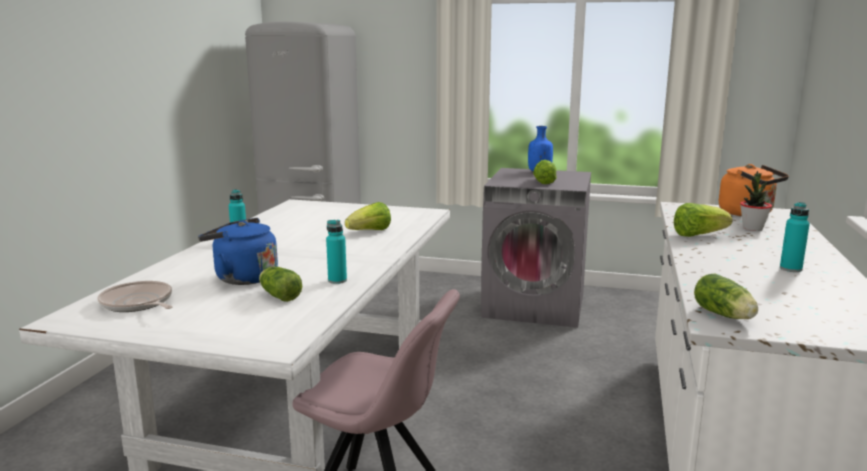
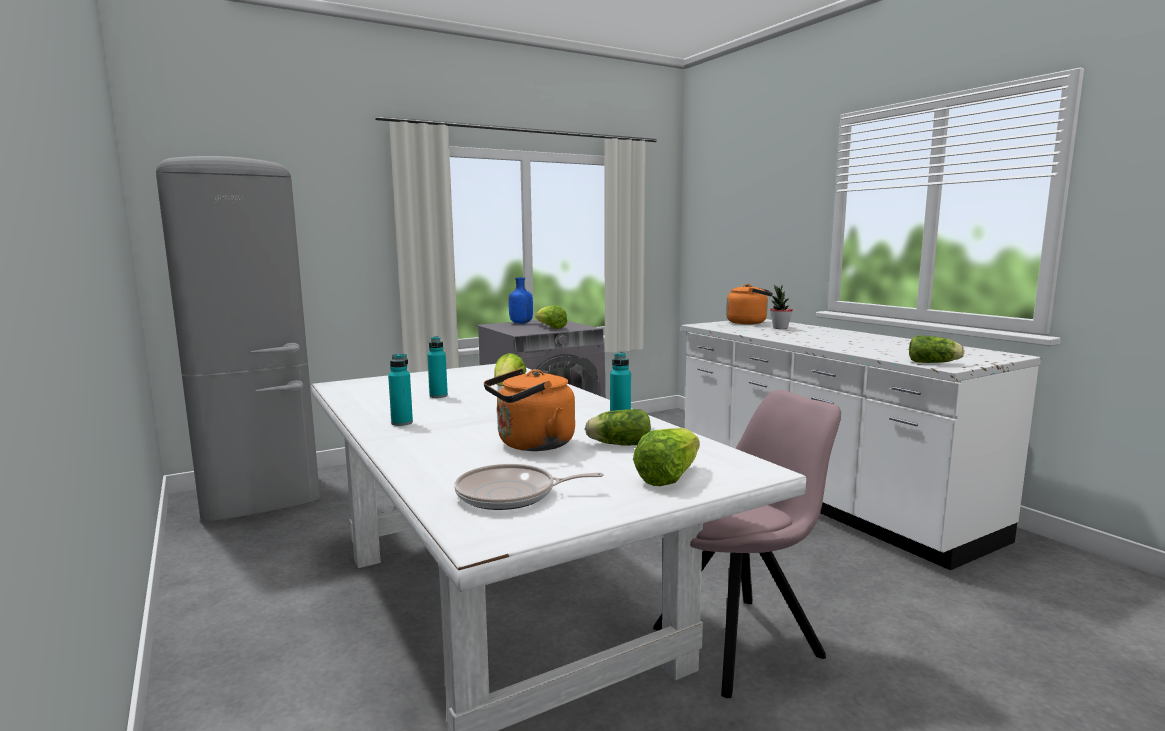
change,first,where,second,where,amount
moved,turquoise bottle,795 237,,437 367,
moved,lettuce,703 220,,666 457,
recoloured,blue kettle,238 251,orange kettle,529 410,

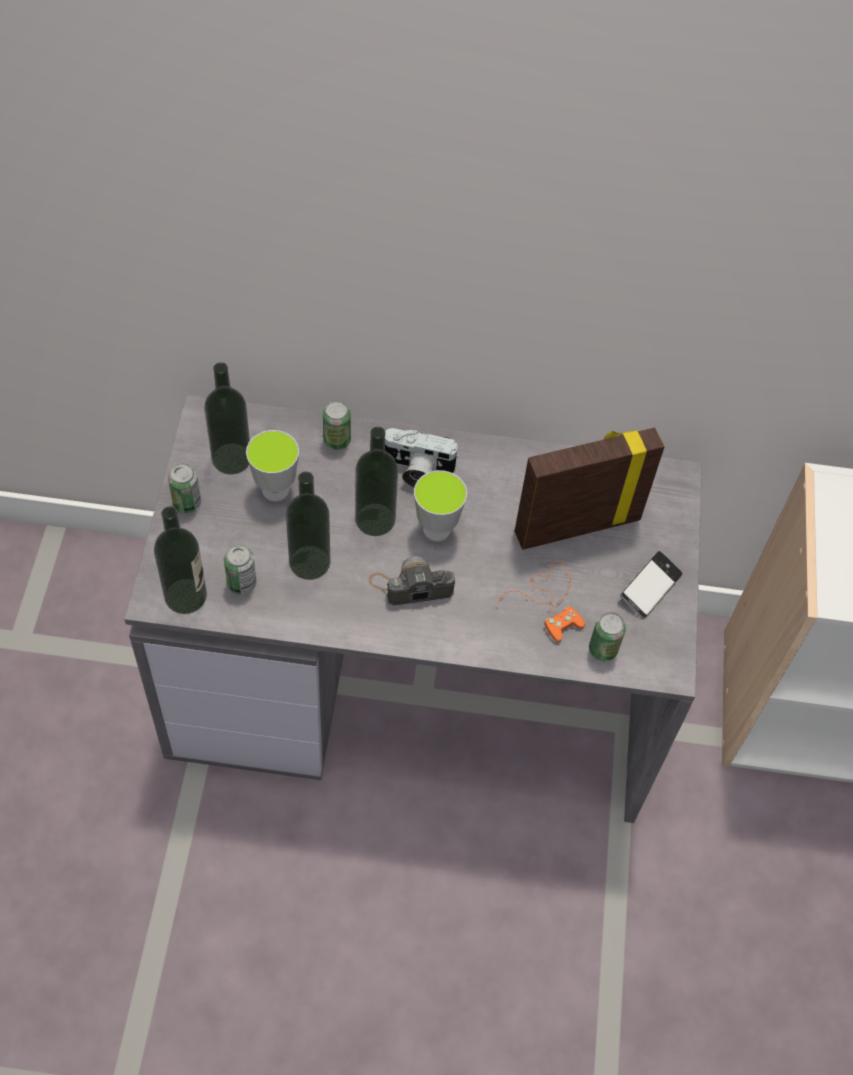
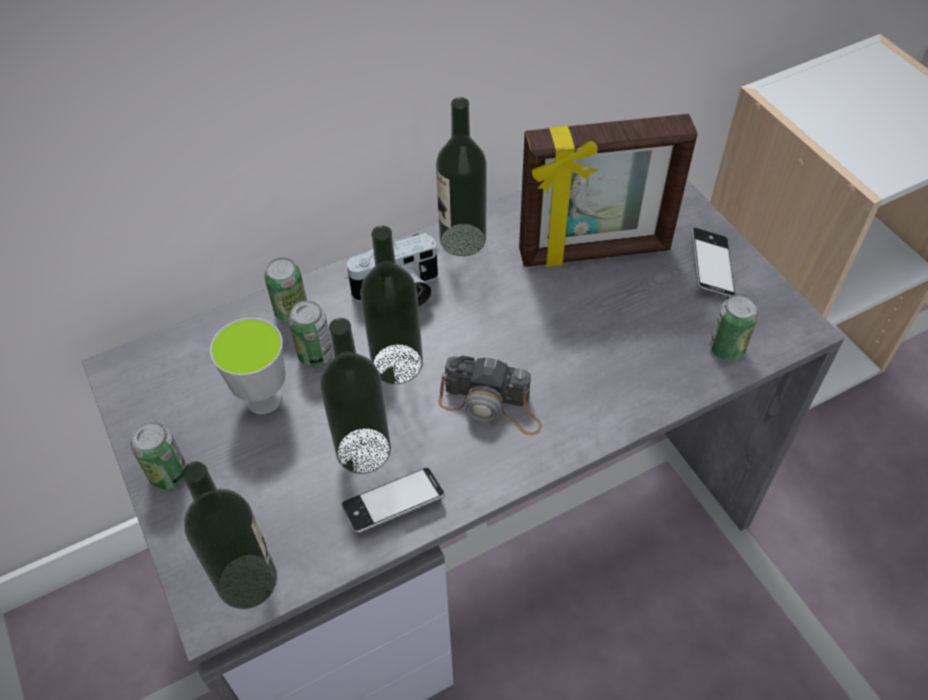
change,first,where,second,where,amount
moved,bottle,227 418,,461 176,
turned,picture frame,590 489,,608 190,135 degrees counterclockwise
removed,cup,440 506,,,
moved,can,240 569,,311 334,
turned,photo camera,412 581,,490 395,120 degrees counterclockwise
removed,orange game controller,541 601,,,
added,,,phone,393 501,

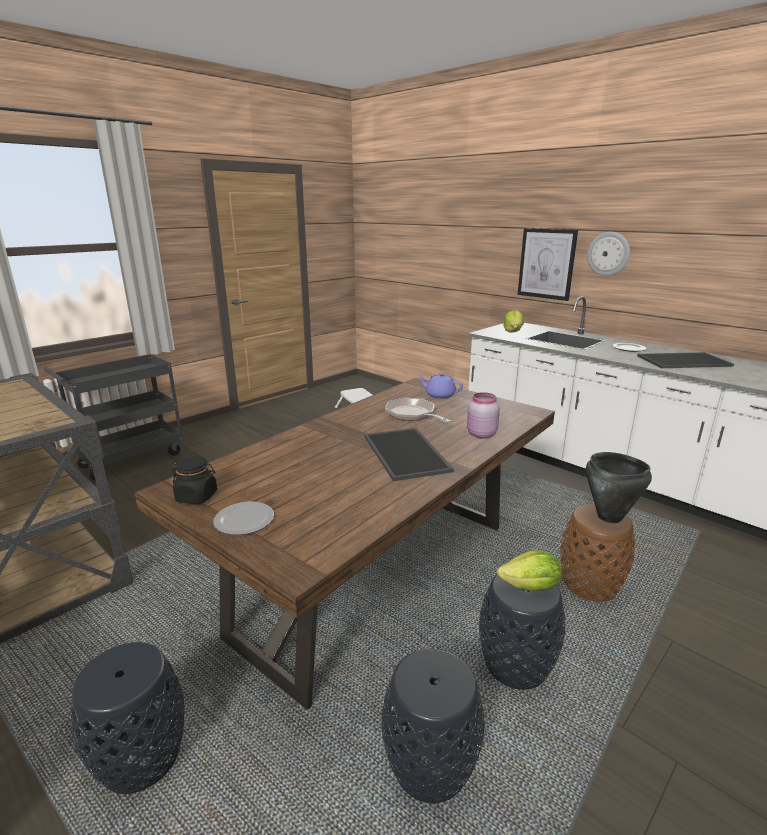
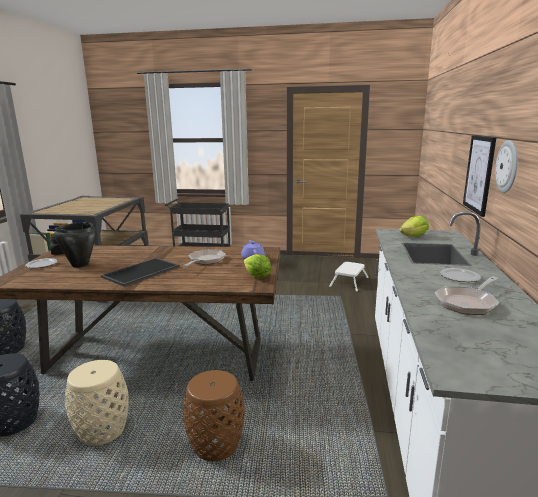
change,first,where,second,where,amount
replaced,tray,685 360,frying pan,467 295,
removed,pink jar,483 415,,,
moved,black cooking pot,619 487,,75 245,
moved,lettuce,529 570,,257 266,
recoloured,black stool,522 632,beige stool,97 403,

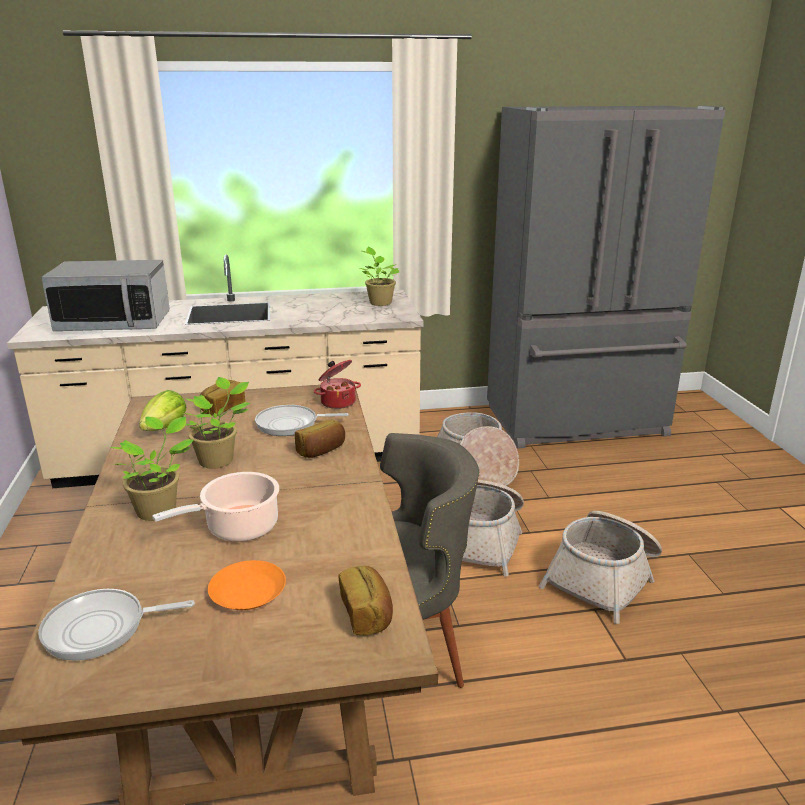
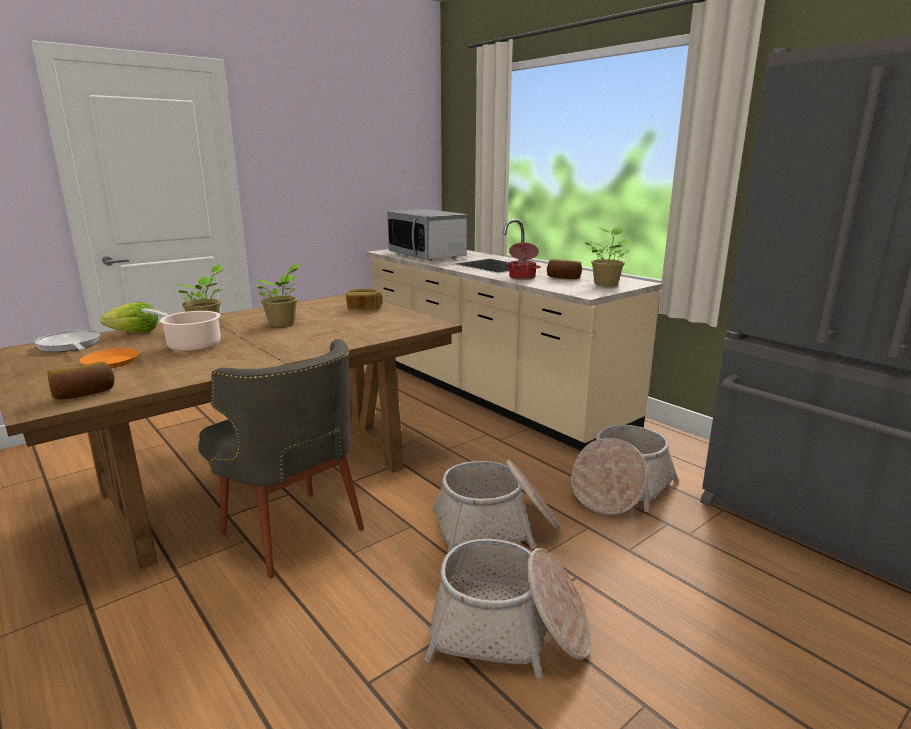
change,first,where,second,where,amount
moved,cooking pot,337 384,,523 261,
moved,lettuce,162 410,,129 317,
removed,frying pan,302 420,,,
moved,bread,320 439,,564 269,

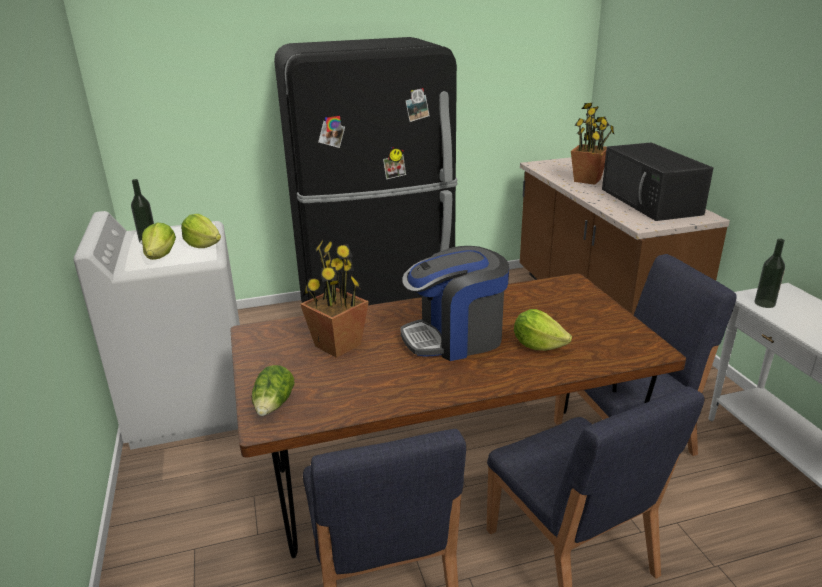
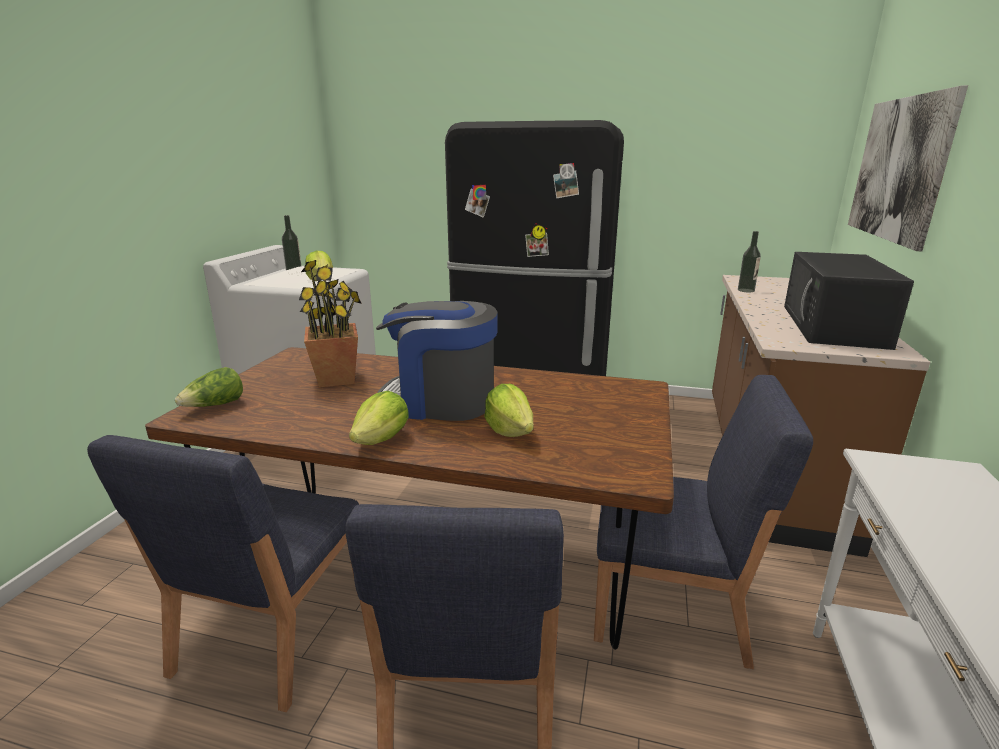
change,first,where,second,where,amount
removed,potted plant,593 144,,,
moved,lettuce,159 241,,379 418,
moved,bottle,770 273,,749 261,
added,,,picture,908 168,

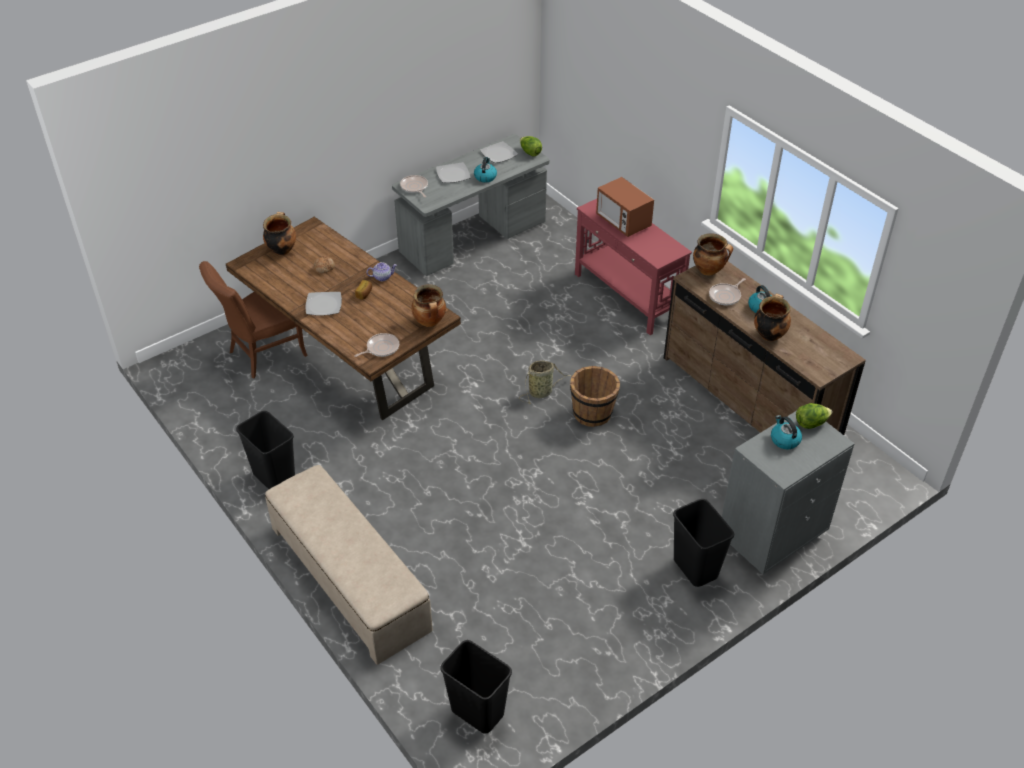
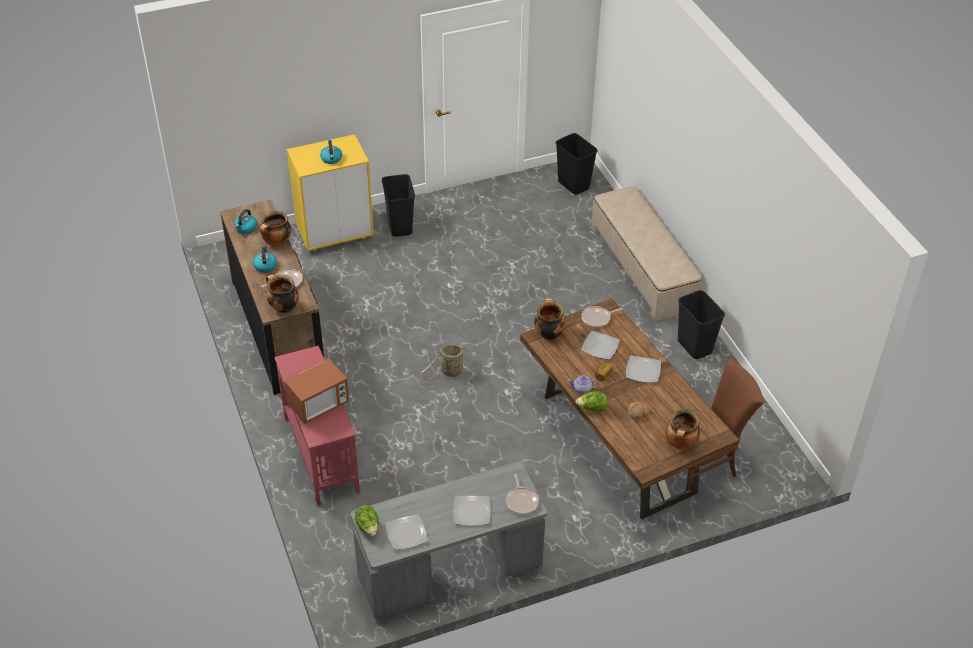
change,first,where,second,where,amount
moved,kettle,485 170,,245 221,
turned,microwave,625 207,,316 391,75 degrees clockwise
removed,brown bucket,595 396,,,
moved,lettuce,814 416,,591 401,
recoloured,grey cabinet,788 492,yellow cabinet,330 192,
added,,,plate,600 345,

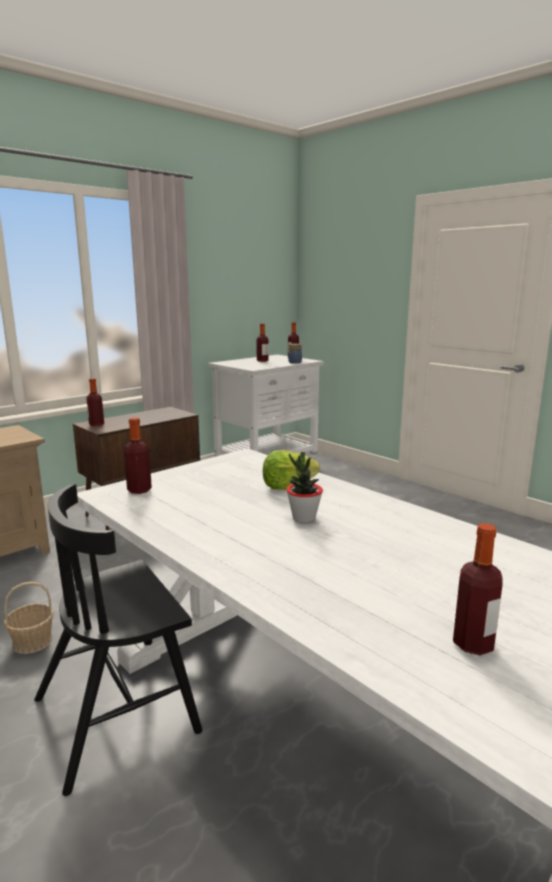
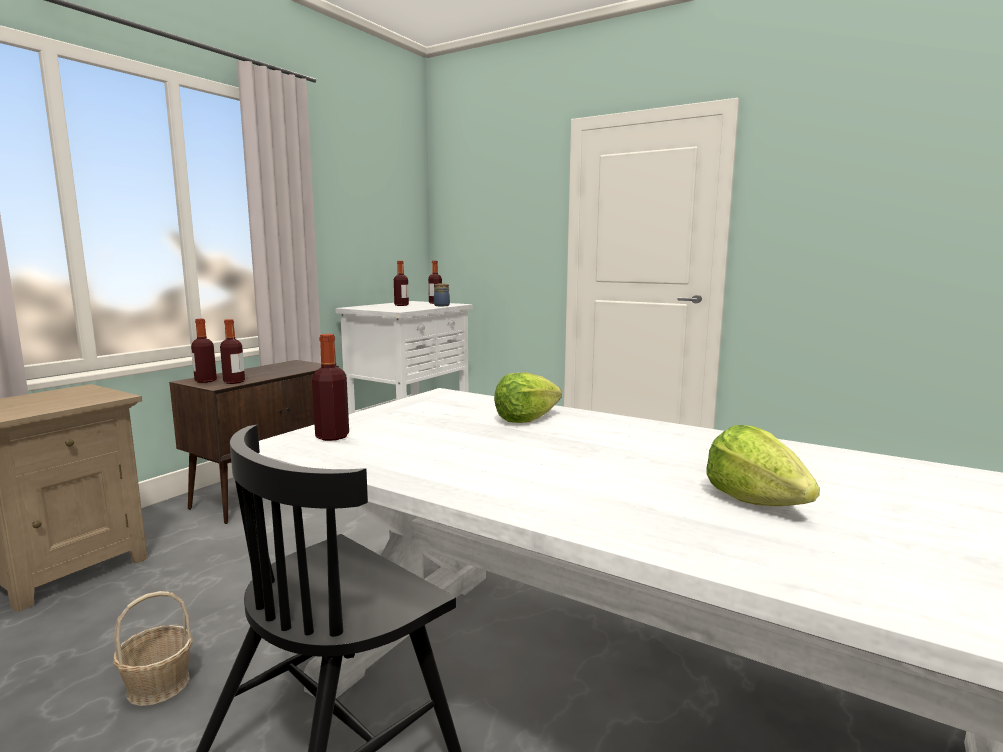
change,first,where,second,where,amount
removed,potted plant,304 487,,,
moved,bottle,477 589,,232 351,
added,,,lettuce,763 465,

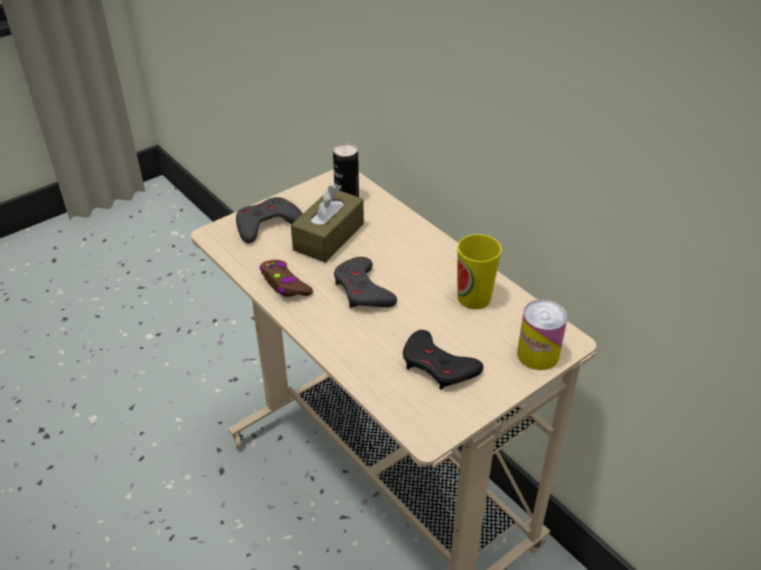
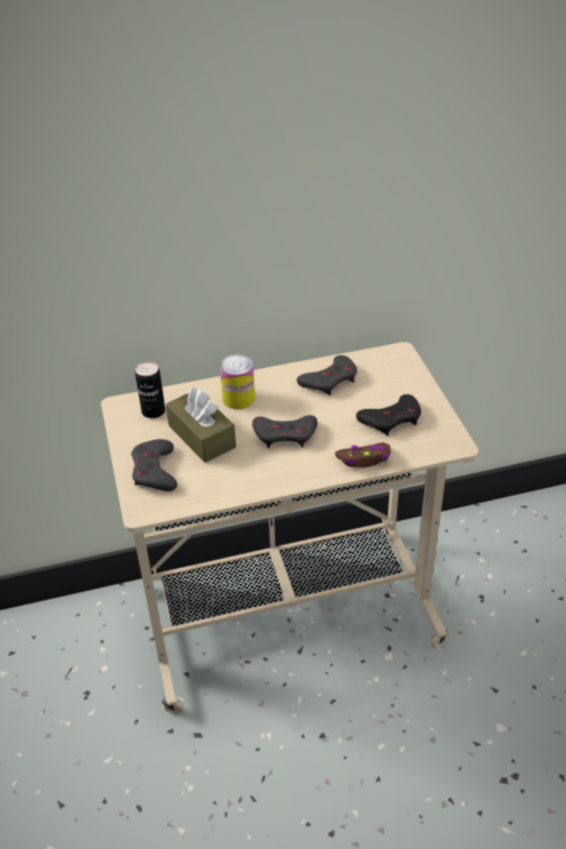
change,first,where,second,where,amount
replaced,cup,479 271,grey game controller,327 375,
moved,brown game controller,286 278,,363 455,
moved,can,542 335,,237 381,

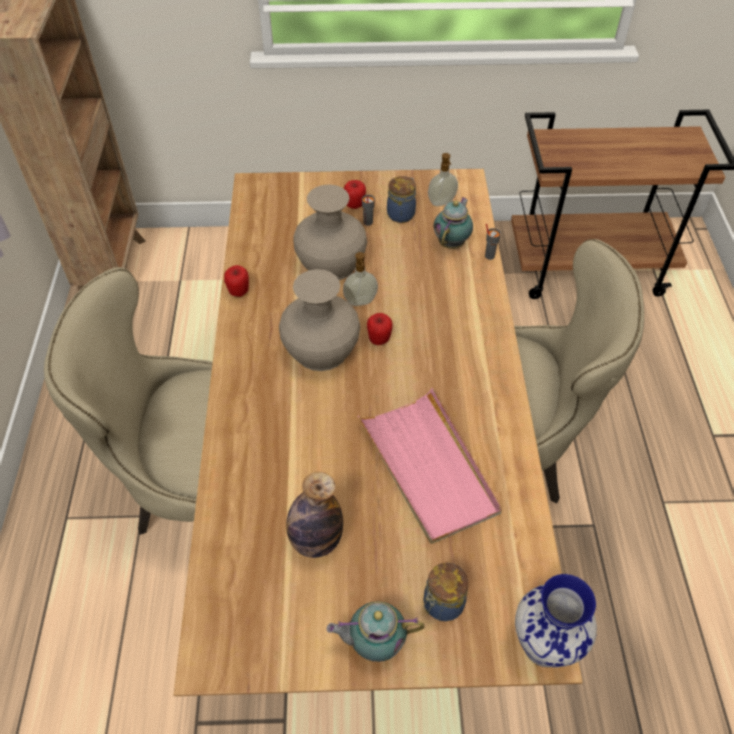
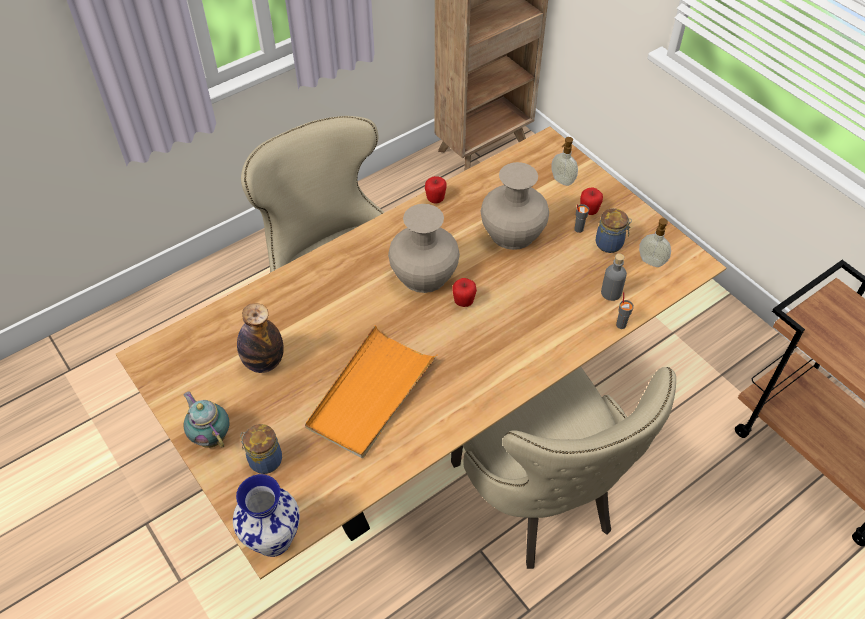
change,first,where,second,where,amount
replaced,teapot,453 223,grey bottle,614 277,
moved,soap dispenser,360 279,,564 161,
recoloured,pink tray,430 466,orange tray,371 391,

